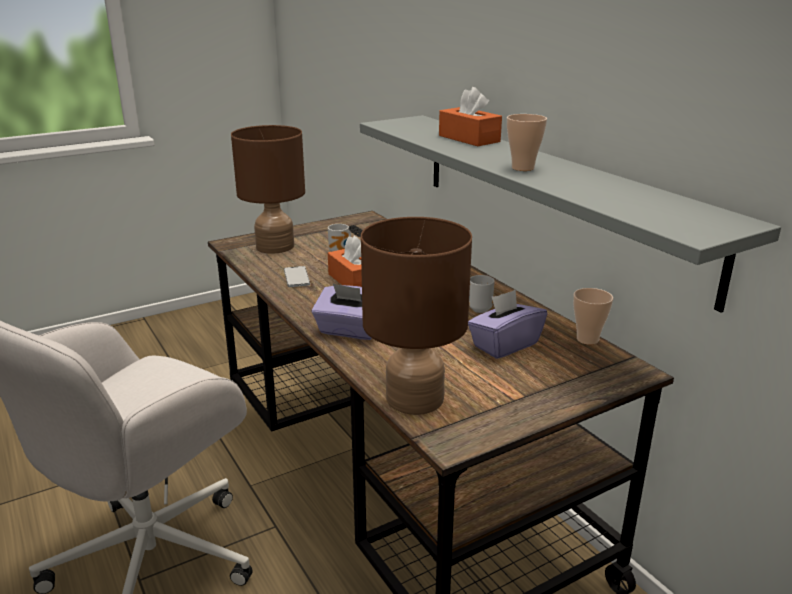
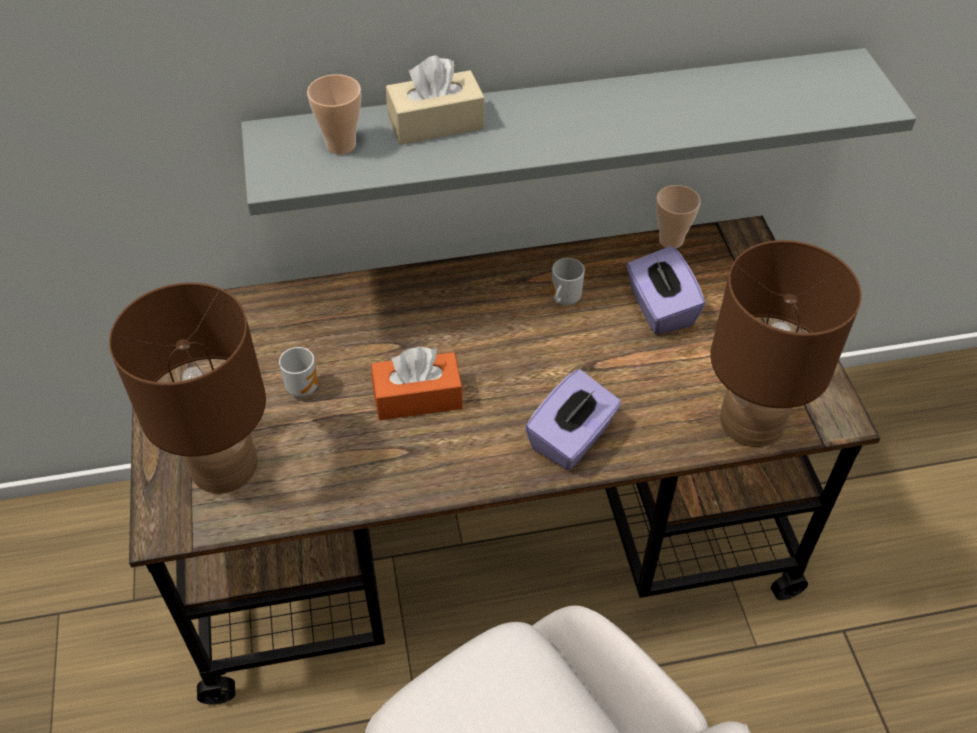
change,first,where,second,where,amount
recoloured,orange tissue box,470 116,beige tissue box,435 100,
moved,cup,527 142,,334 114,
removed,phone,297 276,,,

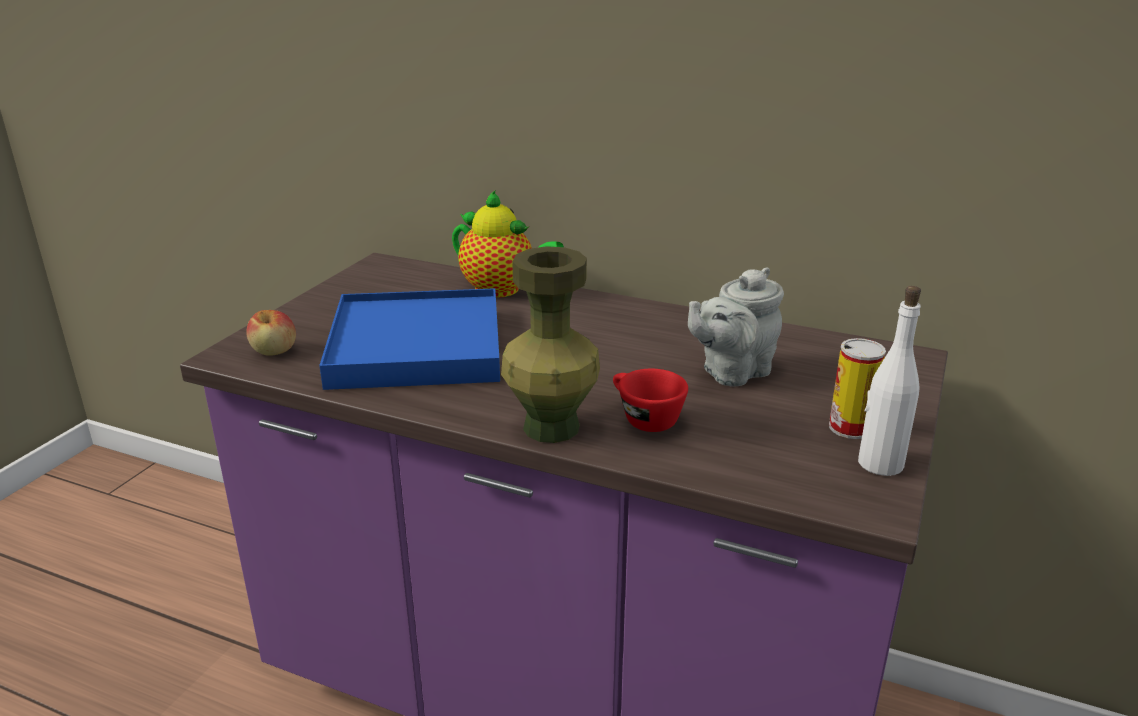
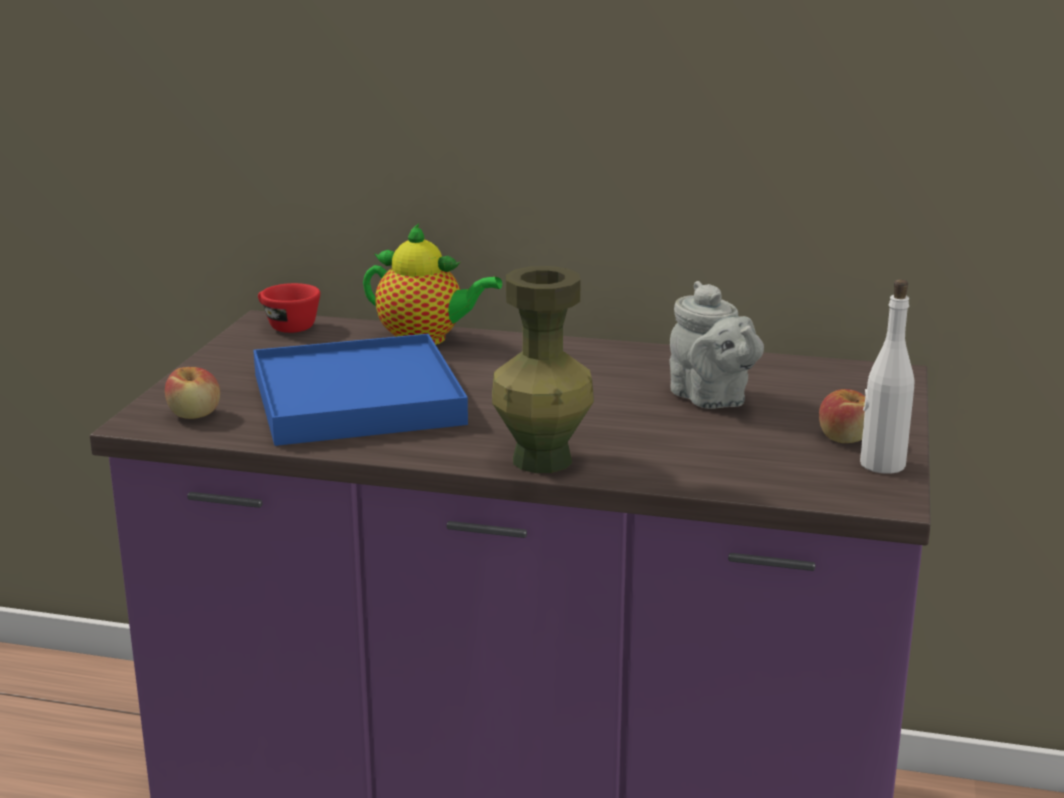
change,first,where,second,where,amount
turned,grey teapot,736 327,,716 345,75 degrees counterclockwise
replaced,can,857 388,apple,842 416,
moved,red cup,650 400,,289 308,

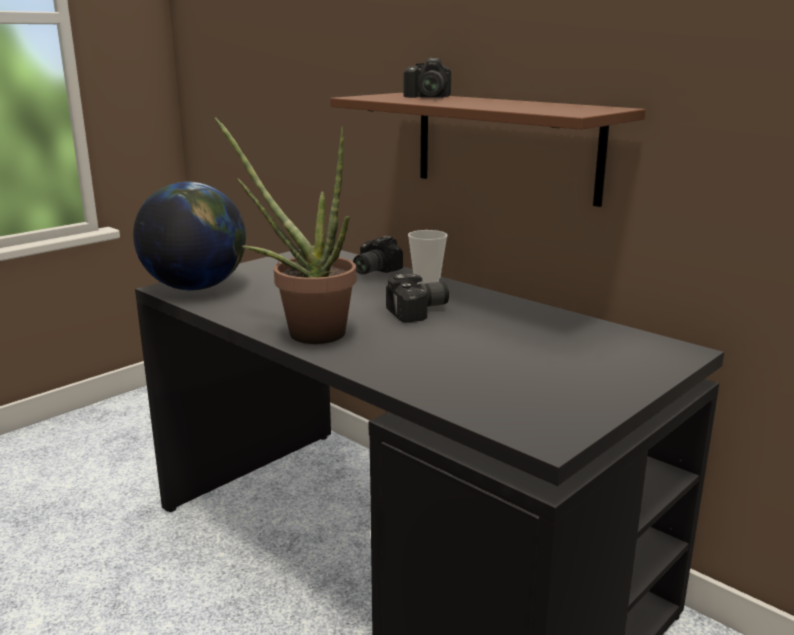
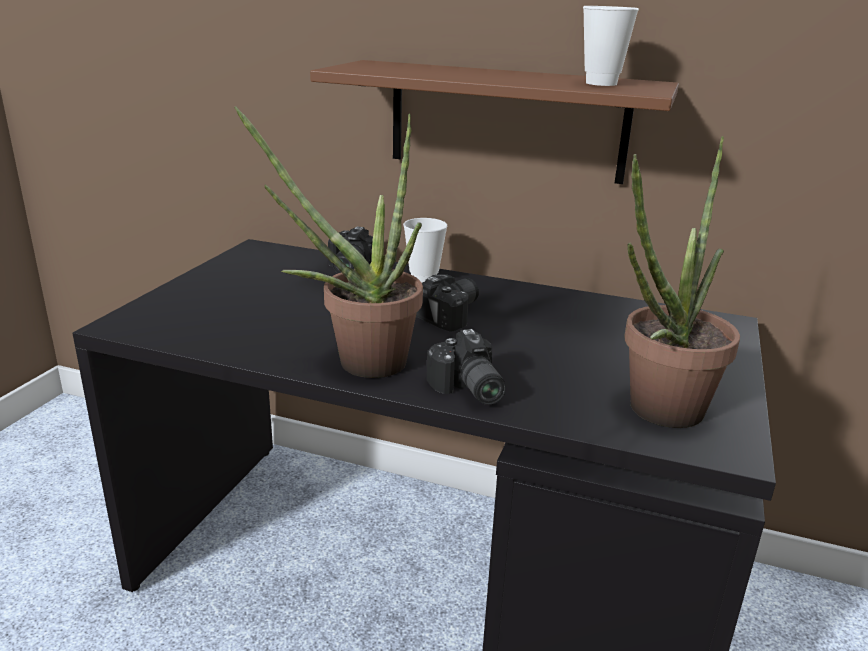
change,first,where,second,where,amount
moved,photo camera,427 78,,466 367,
removed,globe,189 236,,,
added,,,cup,611 46,
added,,,potted plant,682 282,

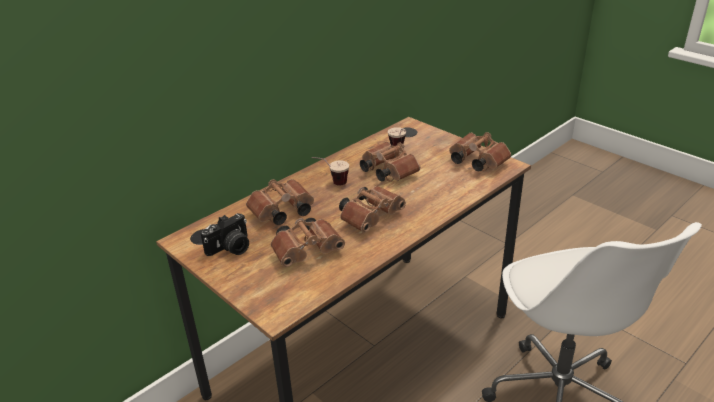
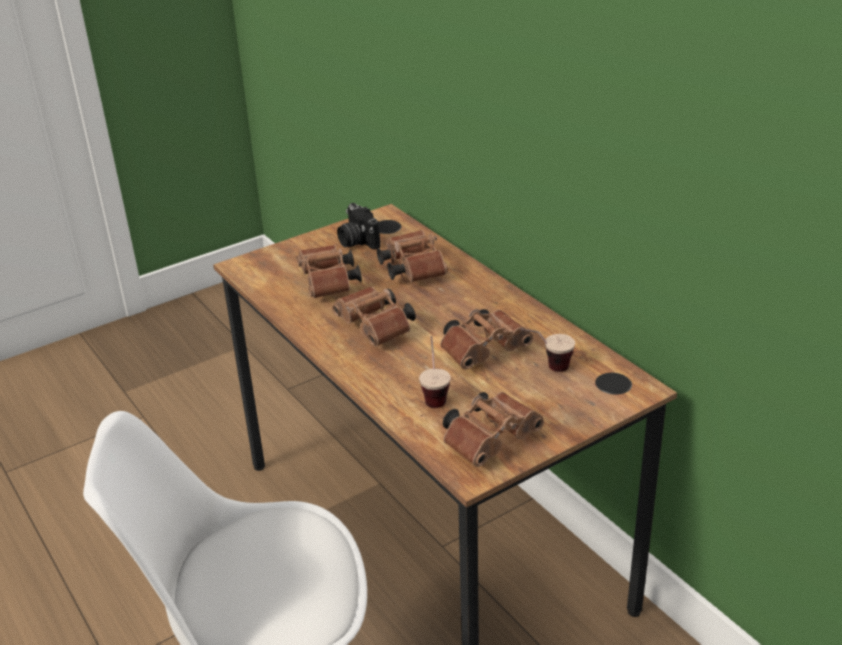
change,first,where,second,where,amount
moved,cup,330 171,,435 372,

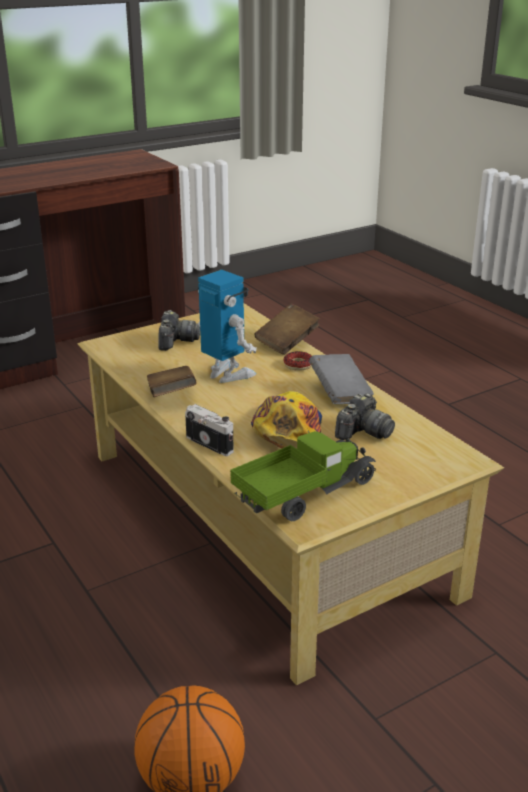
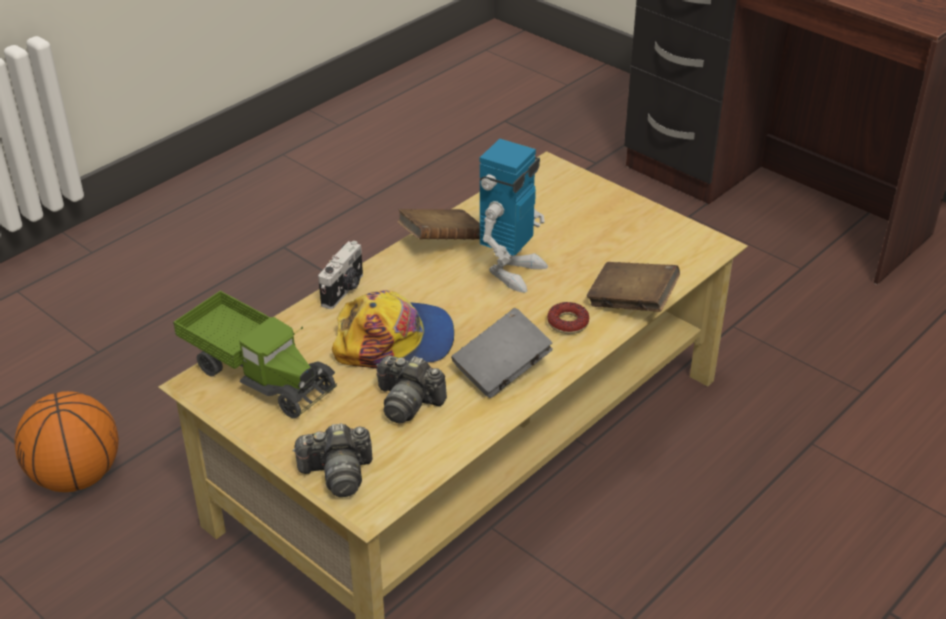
change,first,where,second,where,amount
moved,photo camera,179 330,,332 460,

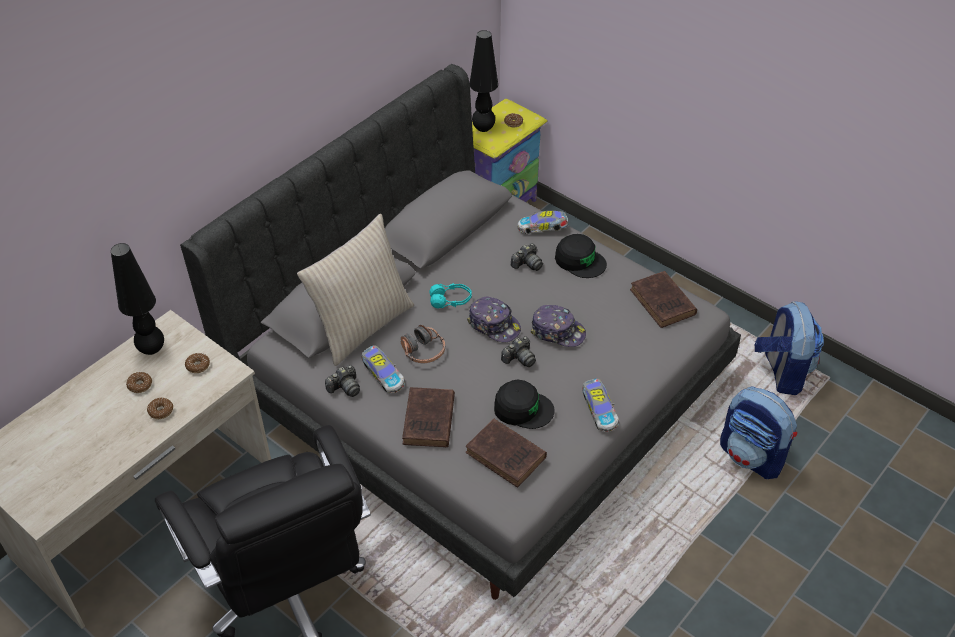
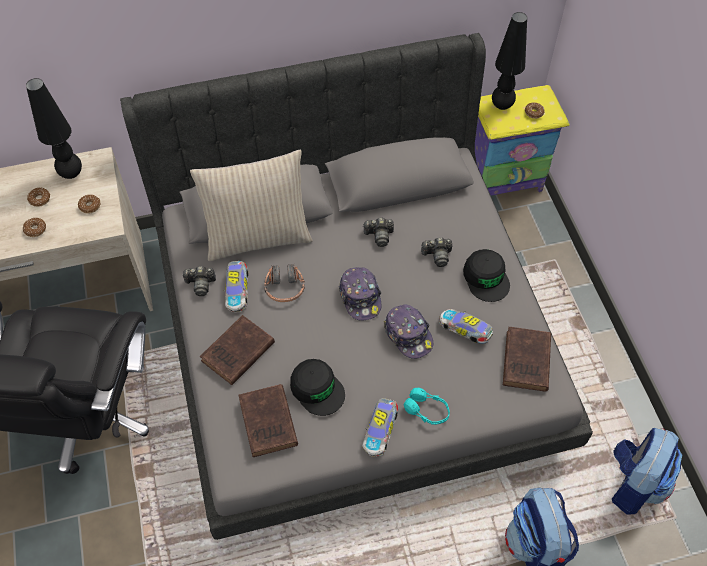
change,first,where,second,where,amount
moved,toy car,542 222,,466 326,
moved,turquoise headphones,450 295,,427 406,
moved,photo camera,518 351,,378 232,

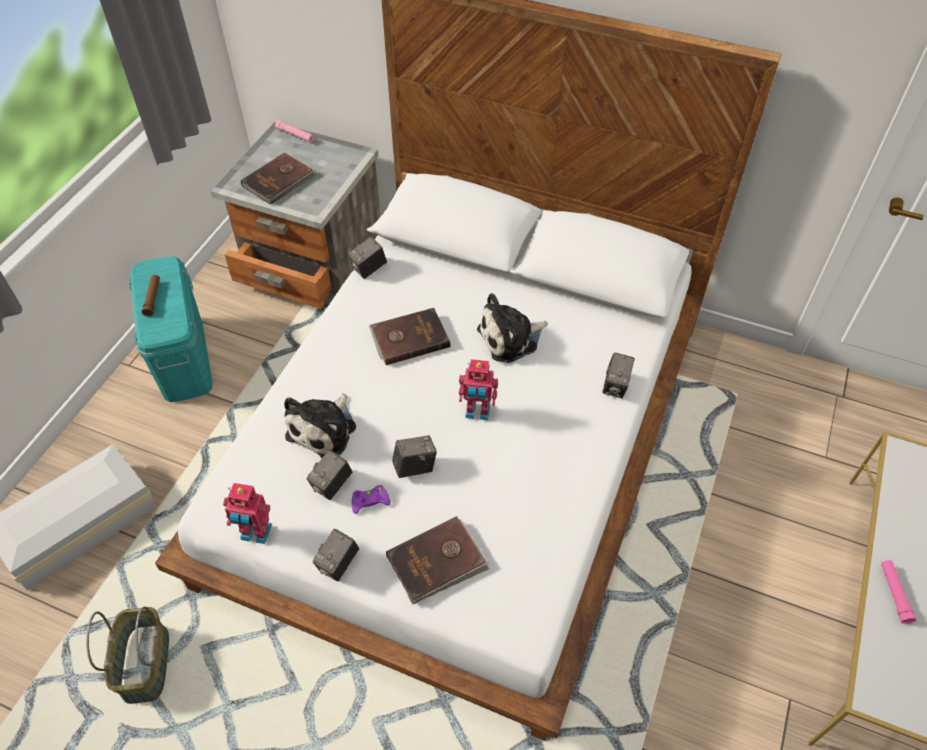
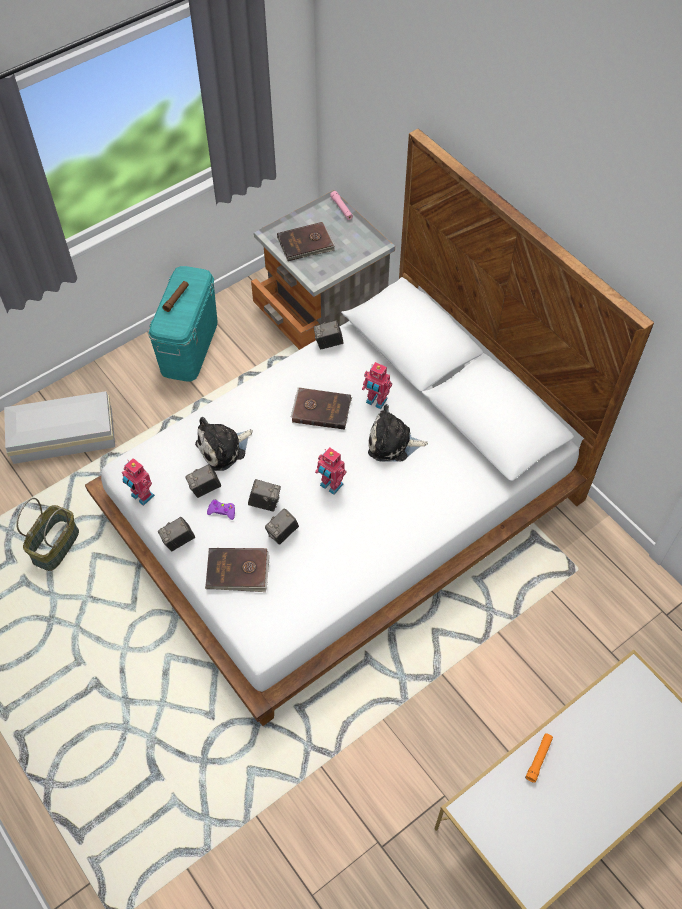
change,first,where,second,where,amount
moved,photo camera,618 375,,282 526,
recoloured,pink flashlight,898 592,orange flashlight,539 758,
added,,,toy robot,377 385,

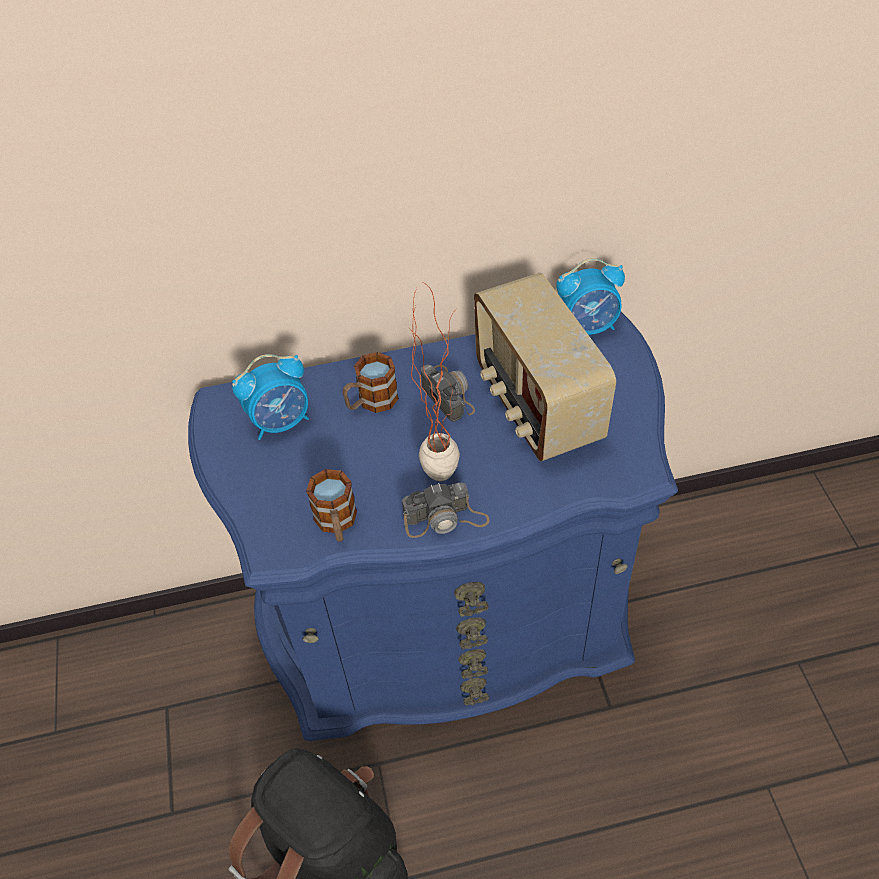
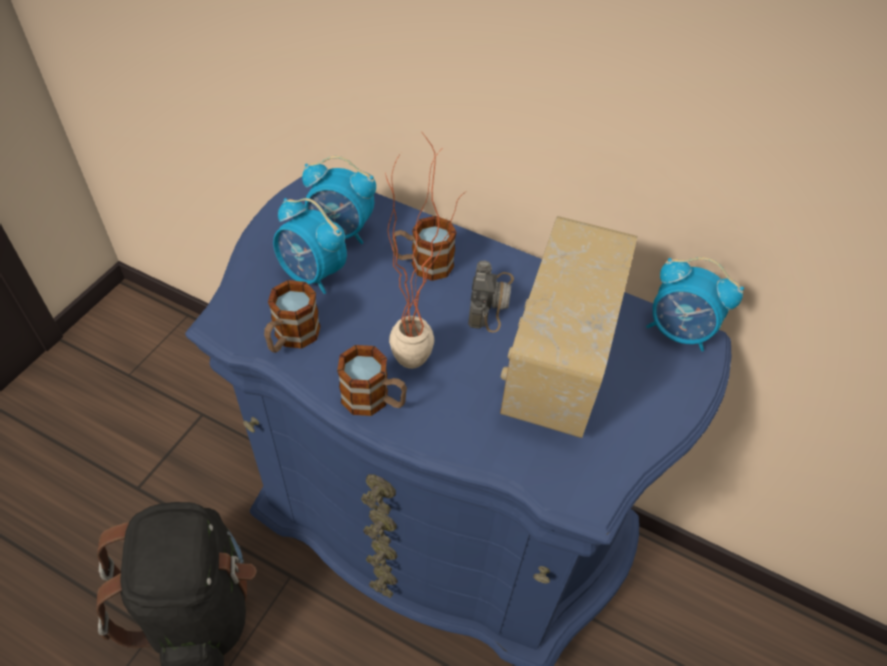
change,first,where,second,where,amount
replaced,photo camera,446 510,mug,372 380,
added,,,alarm clock,310 246,

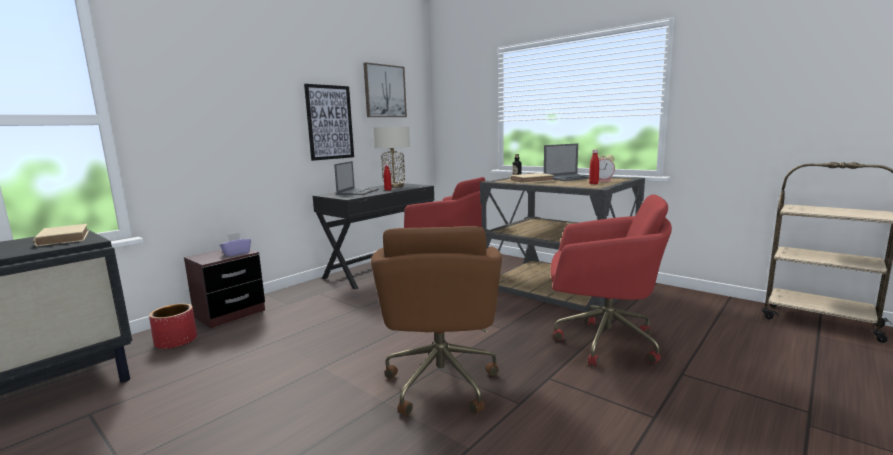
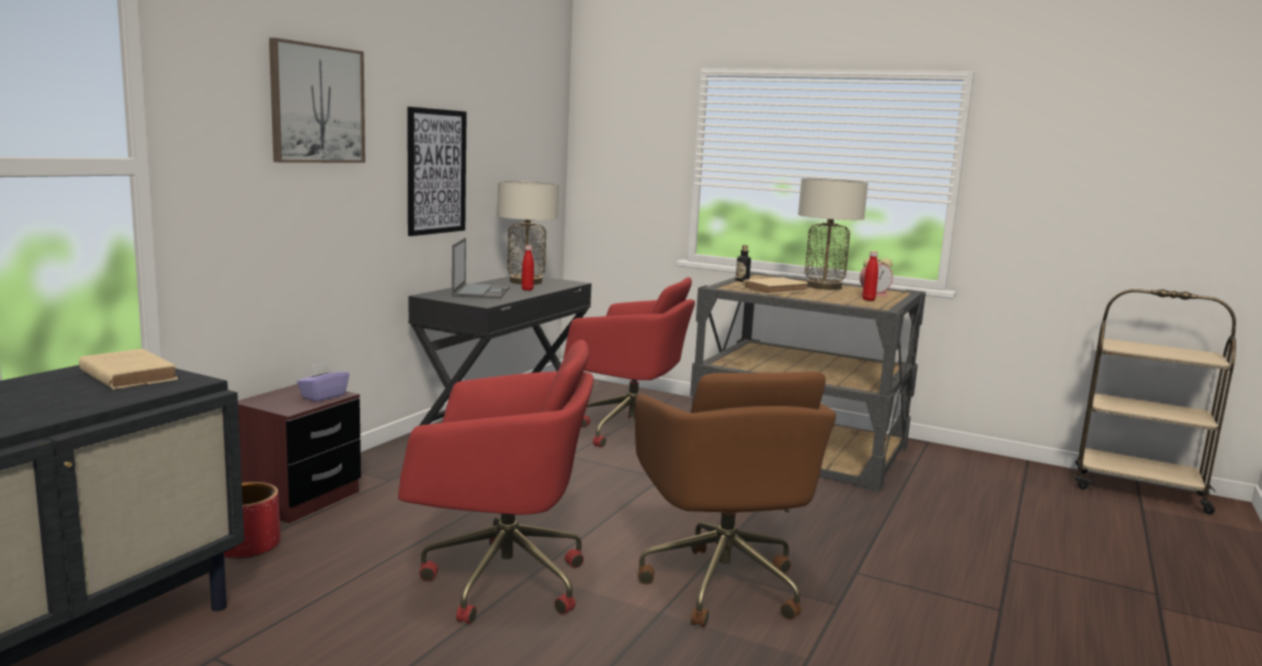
change,first,where,second,where,amount
moved,picture,385 89,,317 100,
replaced,laptop,566 162,table lamp,833 234,
moved,red office chair,611 280,,496 482,

